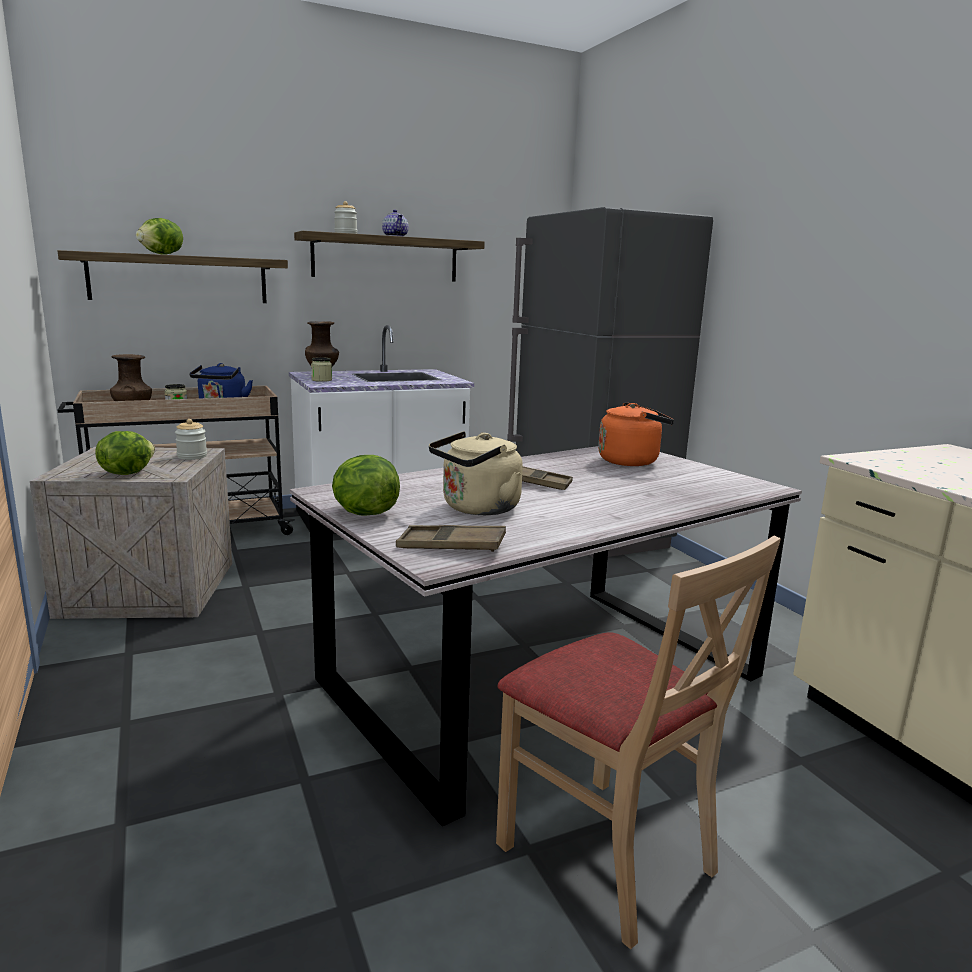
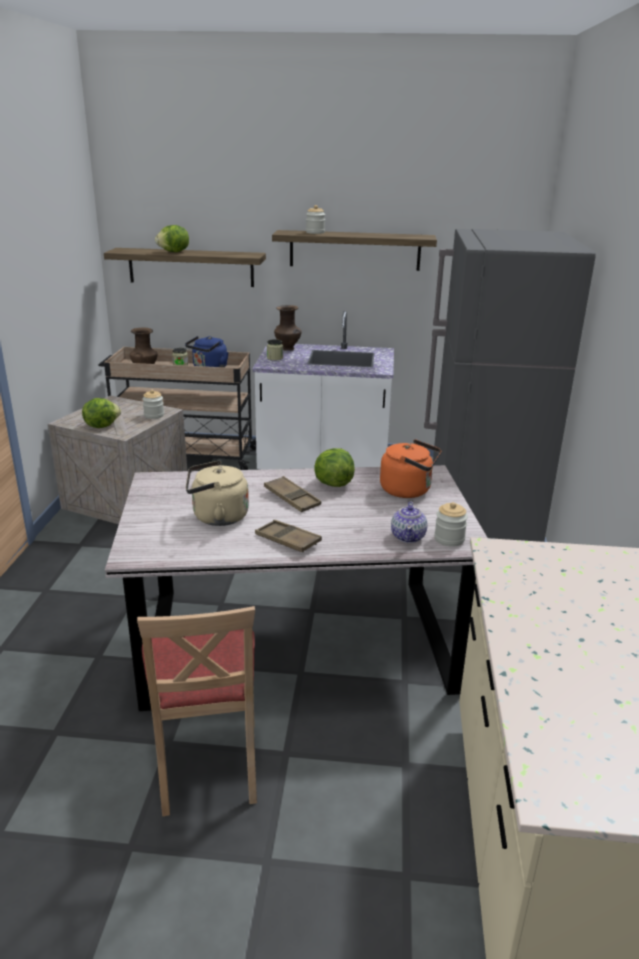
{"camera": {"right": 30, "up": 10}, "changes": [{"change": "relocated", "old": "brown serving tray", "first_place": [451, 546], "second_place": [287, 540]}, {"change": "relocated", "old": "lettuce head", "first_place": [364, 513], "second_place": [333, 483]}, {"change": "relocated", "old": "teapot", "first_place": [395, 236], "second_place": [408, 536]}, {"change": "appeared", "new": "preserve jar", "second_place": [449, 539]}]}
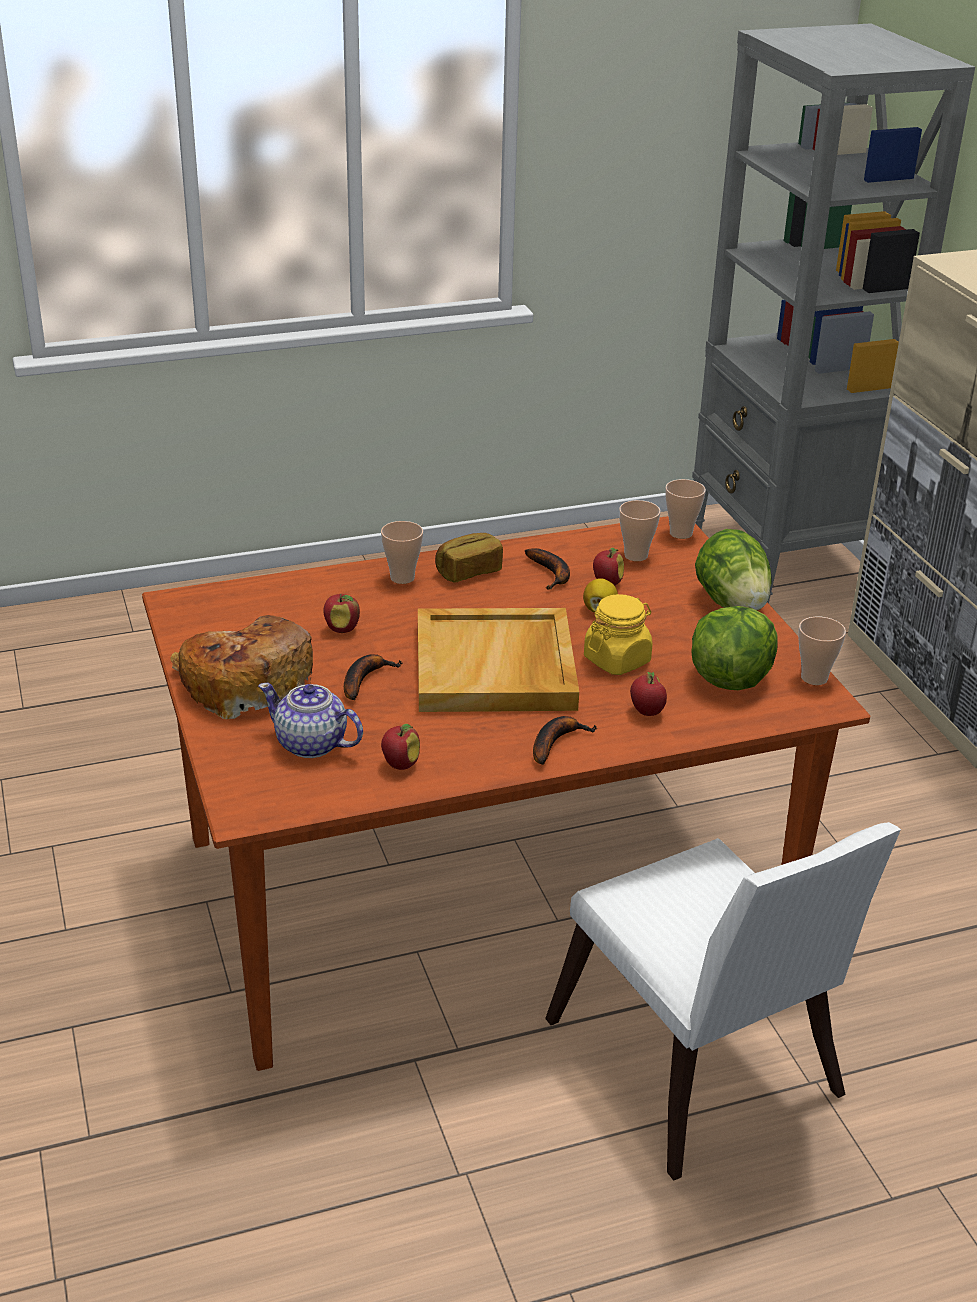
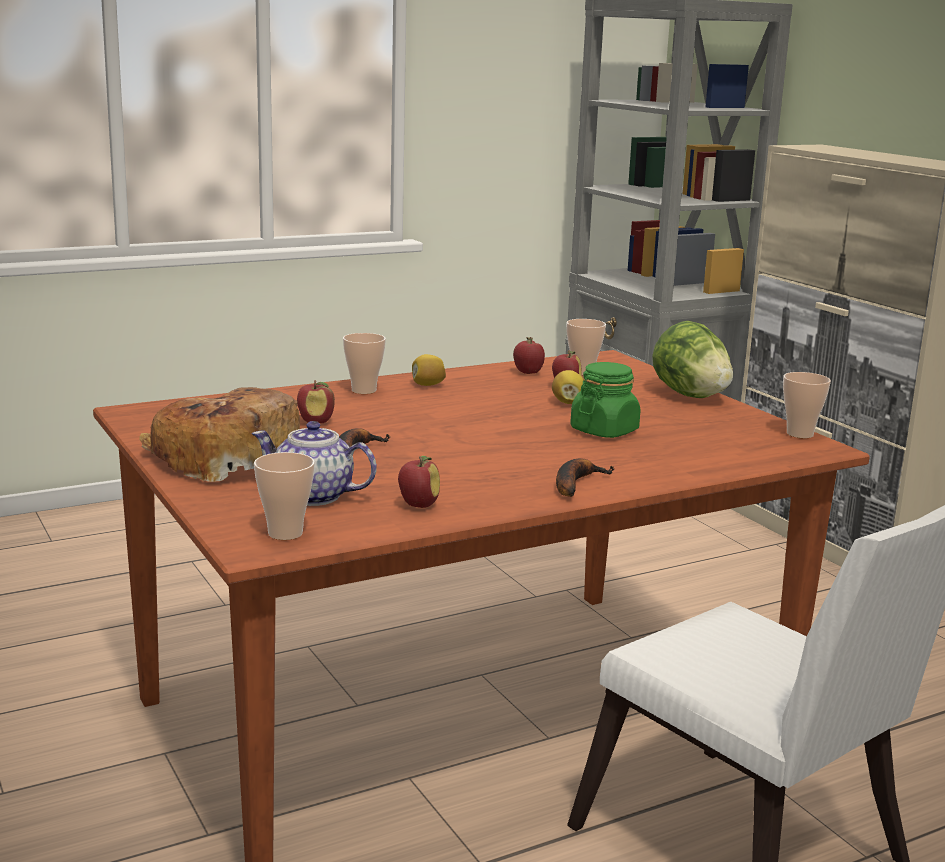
{"camera": {"right": -10, "up": -15}, "changes": [{"change": "relocated", "old": "drinking cup", "first_place": [681, 533], "second_place": [285, 533]}, {"change": "exchanged", "old": "baked bread", "new": "lemon", "first_place": [468, 571], "second_place": [427, 385]}, {"change": "relocated", "old": "apple", "first_place": [646, 712], "second_place": [527, 373]}, {"change": "colour", "old": "yellowish preserve jar", "new": "green preserve jar", "first_place": [617, 660], "second_place": [604, 431]}, {"change": "missing", "old": "beige serving tray", "first_place": [496, 667]}, {"change": "missing", "old": "banana fruit", "first_place": [552, 574]}, {"change": "missing", "old": "lettuce head", "first_place": [730, 678]}]}
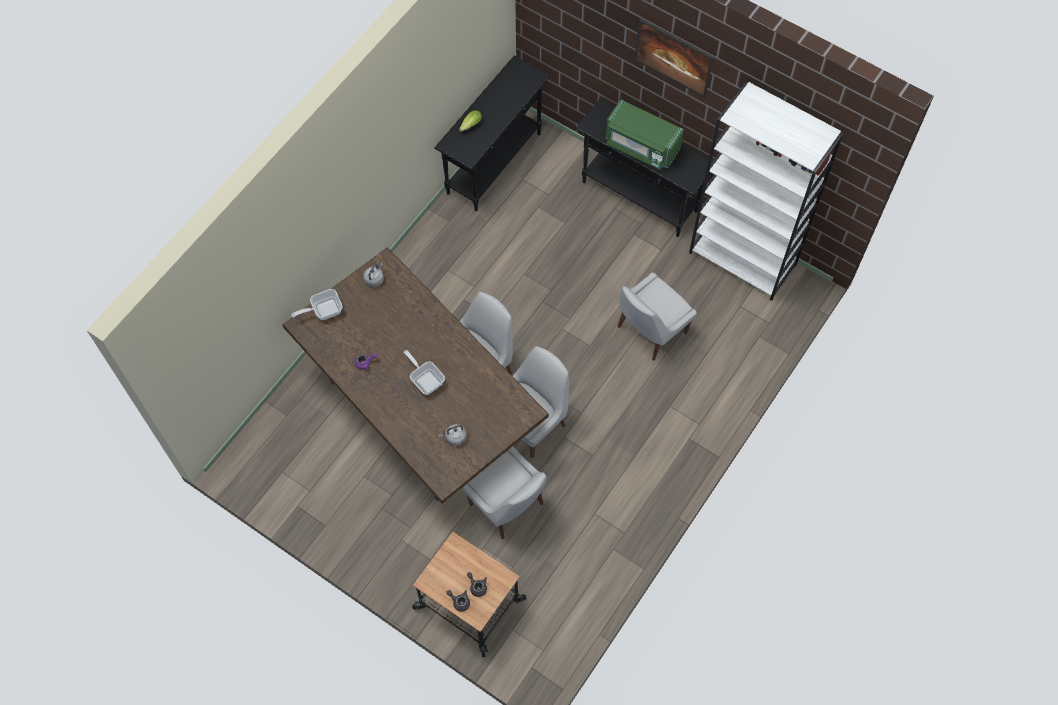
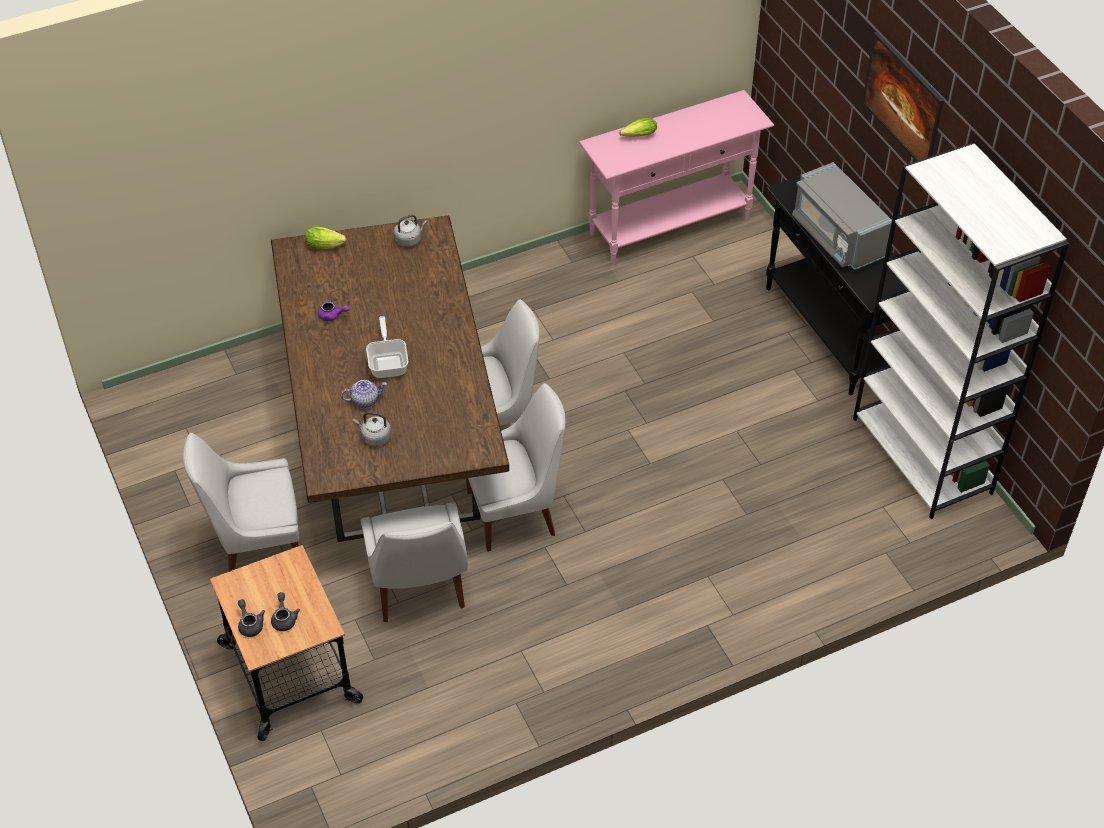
{"camera": {"right": 30, "up": -15}, "changes": [{"change": "relocated", "old": "white-coloured chair", "first_place": [649, 331], "second_place": [256, 545]}, {"change": "exchanged", "old": "skillet", "new": "lettuce head", "first_place": [323, 310], "second_place": [326, 245]}, {"change": "appeared", "new": "teapot", "second_place": [365, 400]}, {"change": "colour", "old": "black narrow table", "new": "pinkish narrow table", "first_place": [494, 163], "second_place": [670, 227]}, {"change": "colour", "old": "green microwave", "new": "gray microwave", "first_place": [641, 146], "second_place": [837, 236]}]}
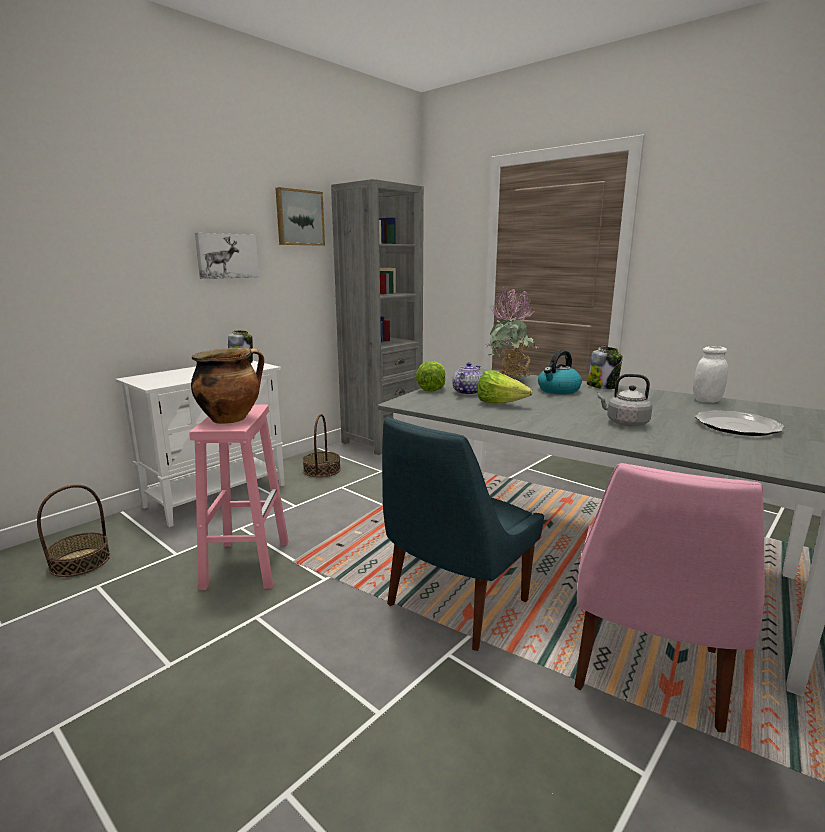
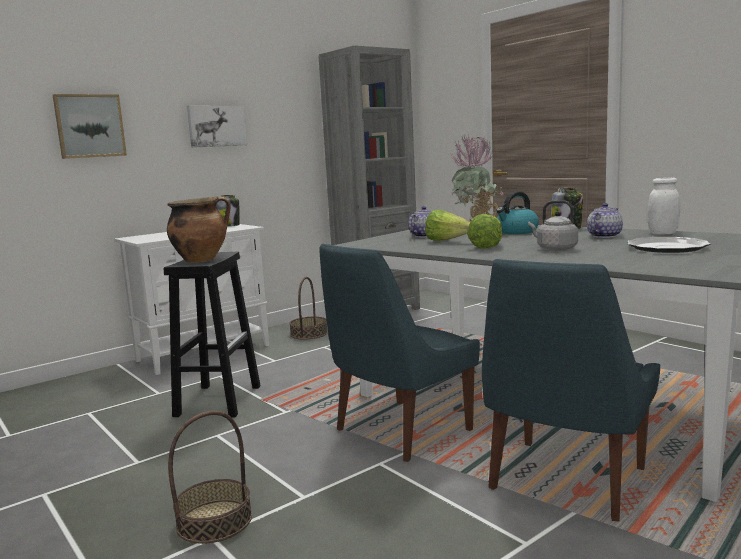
{"camera": {"right": 10, "up": -5}, "changes": [{"change": "relocated", "old": "wall art", "first_place": [299, 218], "second_place": [89, 126]}, {"change": "colour", "old": "pinkish sitting stool", "new": "black sitting stool", "first_place": [247, 563], "second_place": [219, 400]}, {"change": "relocated", "old": "basket", "first_place": [80, 562], "second_place": [214, 521]}, {"change": "relocated", "old": "lettuce head", "first_place": [432, 388], "second_place": [487, 246]}, {"change": "colour", "old": "pinkish chair", "new": "blue-coloured chair", "first_place": [646, 673], "second_place": [565, 481]}, {"change": "appeared", "new": "teapot", "second_place": [603, 236]}]}
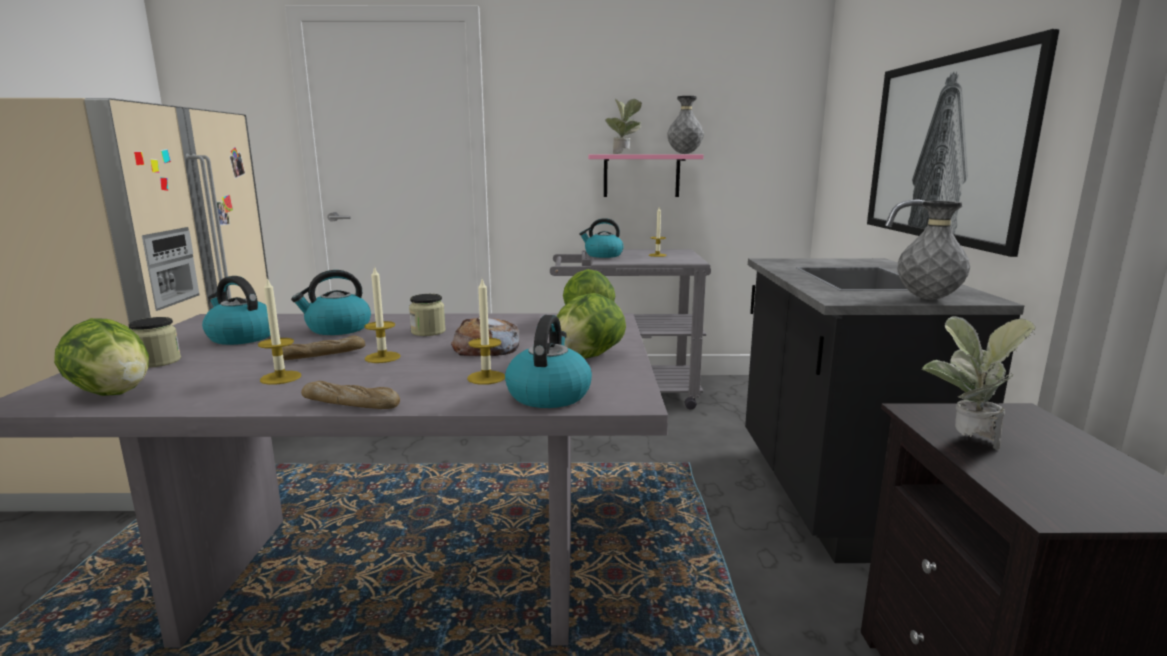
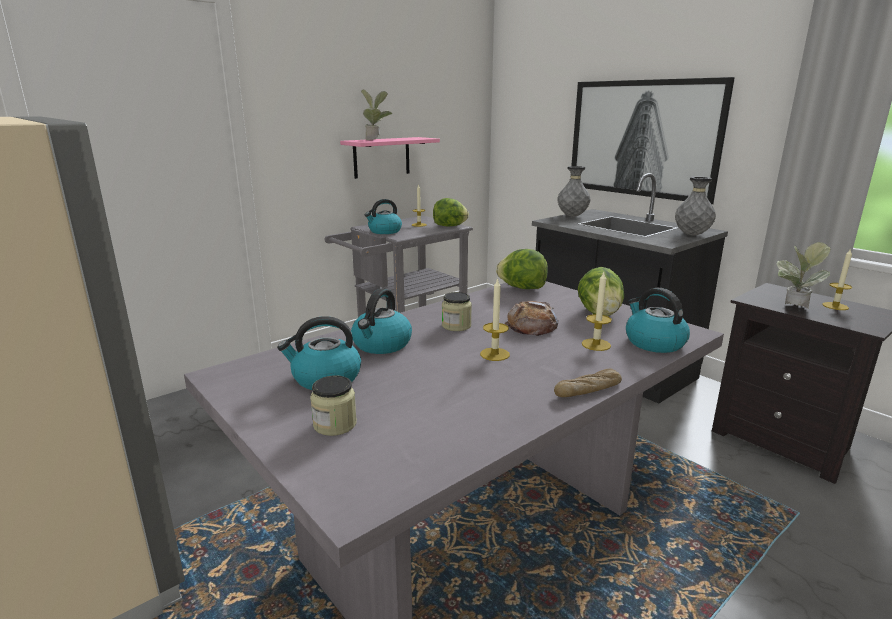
{"camera": {"right": -40, "up": 5}, "changes": [{"change": "relocated", "old": "lettuce head", "first_place": [113, 392], "second_place": [450, 226]}, {"change": "relocated", "old": "gray vase", "first_place": [684, 154], "second_place": [572, 216]}, {"change": "relocated", "old": "wax light", "first_place": [280, 377], "second_place": [835, 306]}, {"change": "missing", "old": "baked bread", "first_place": [322, 356]}]}
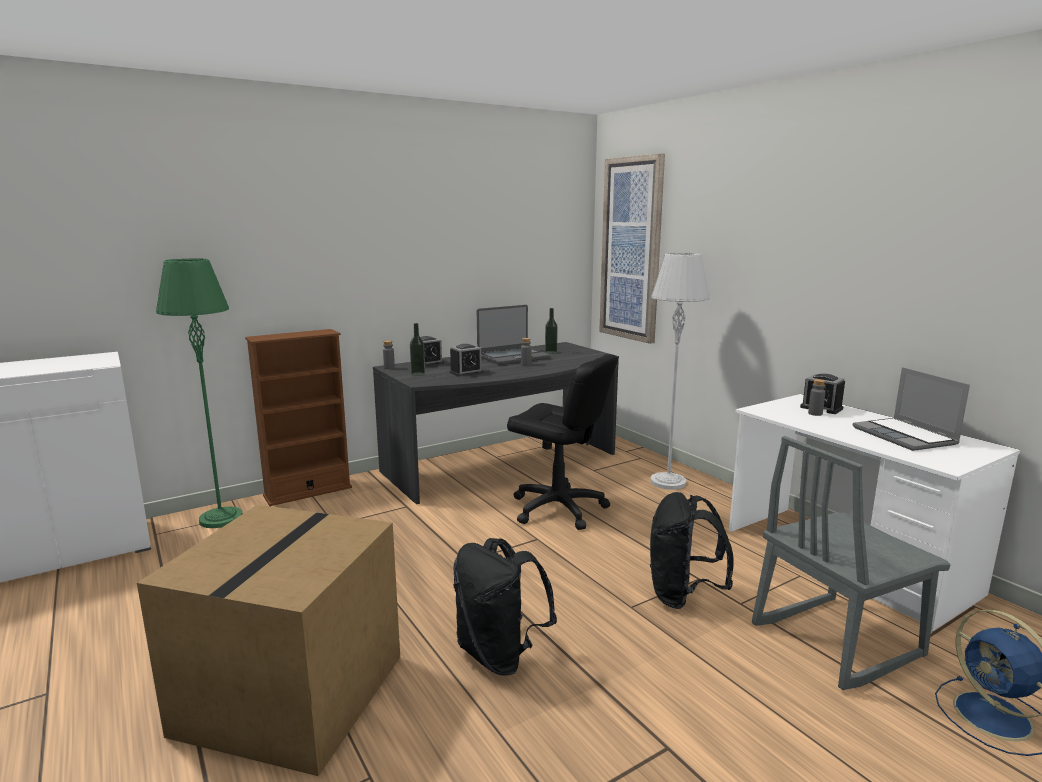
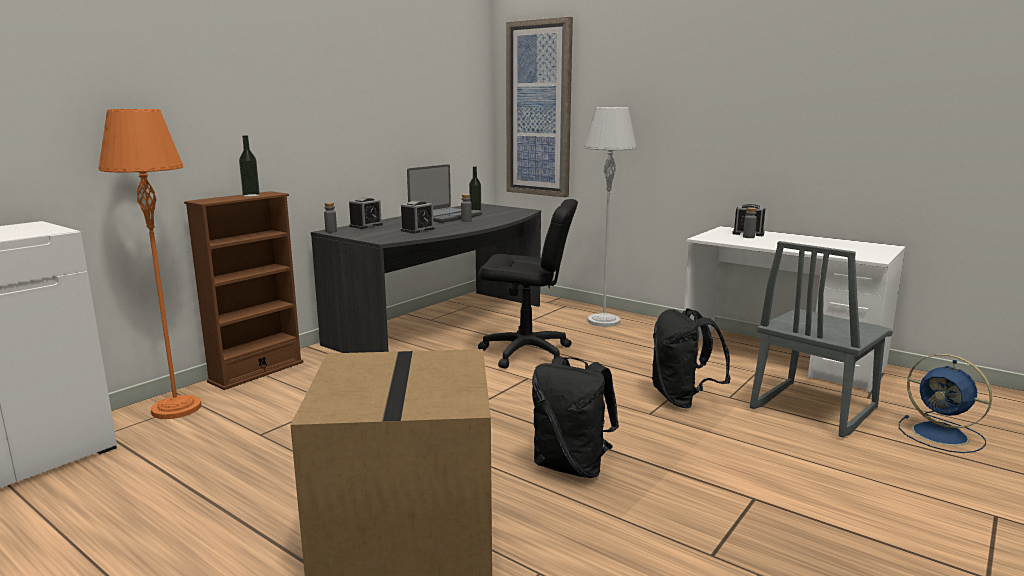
{"camera": {"right": -20, "up": 0}, "changes": [{"change": "colour", "old": "green standard lamp", "new": "orangey standard lamp", "first_place": [221, 518], "second_place": [176, 408]}, {"change": "relocated", "old": "beverage bottle", "first_place": [418, 374], "second_place": [251, 195]}, {"change": "missing", "old": "portable computer", "first_place": [905, 436]}]}
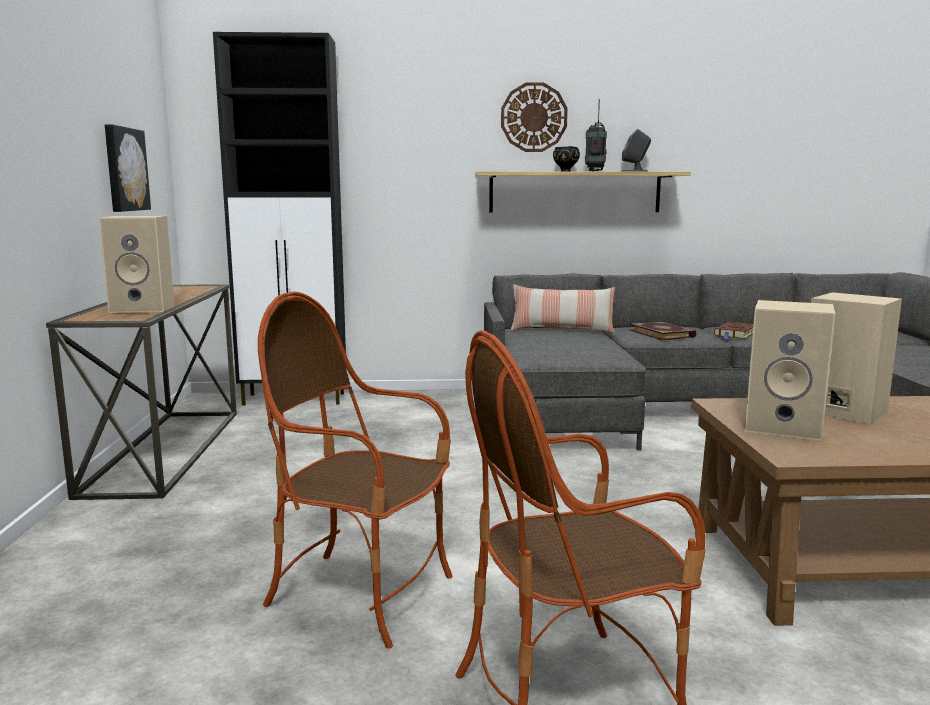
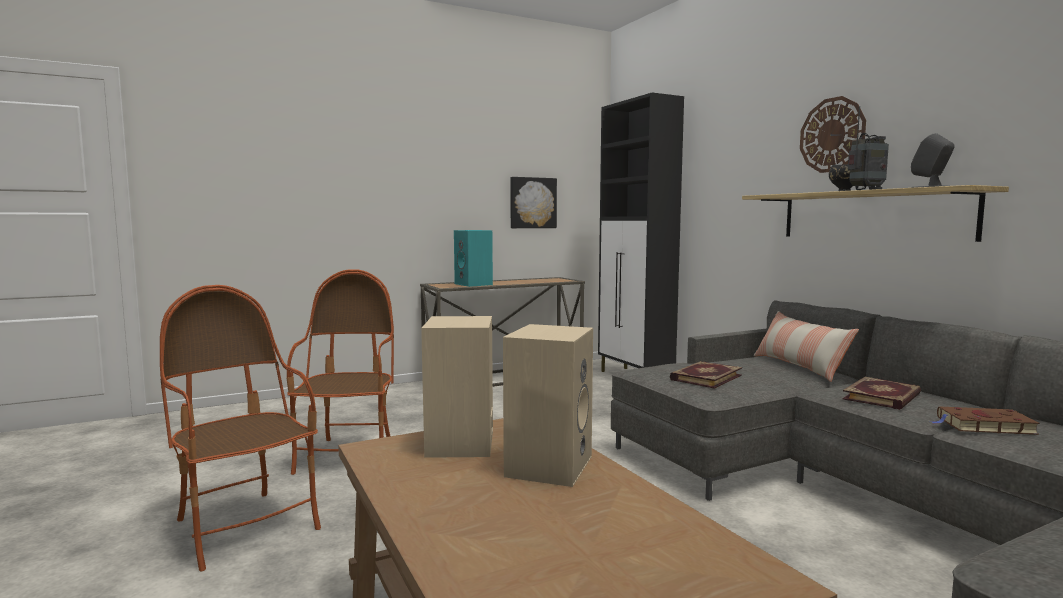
{"camera": {"right": 65, "up": -5}, "changes": [{"change": "colour", "old": "beige audio speaker", "new": "turquoise-coloured audio speaker", "first_place": [144, 308], "second_place": [474, 284]}, {"change": "appeared", "new": "book", "second_place": [705, 377]}]}
